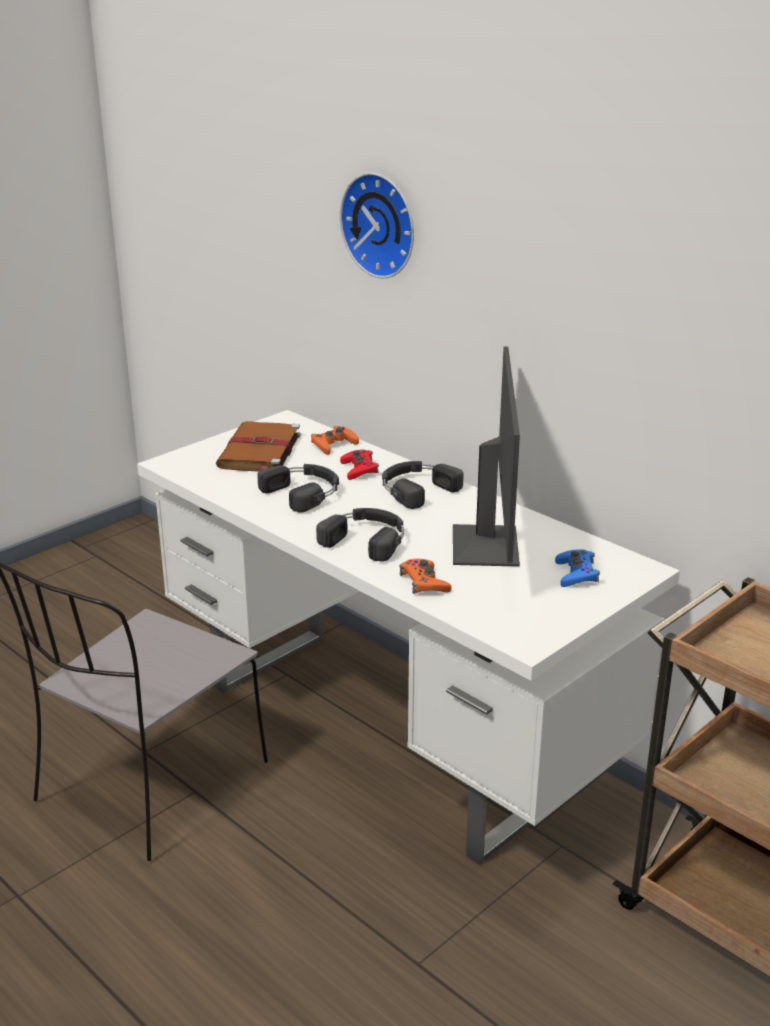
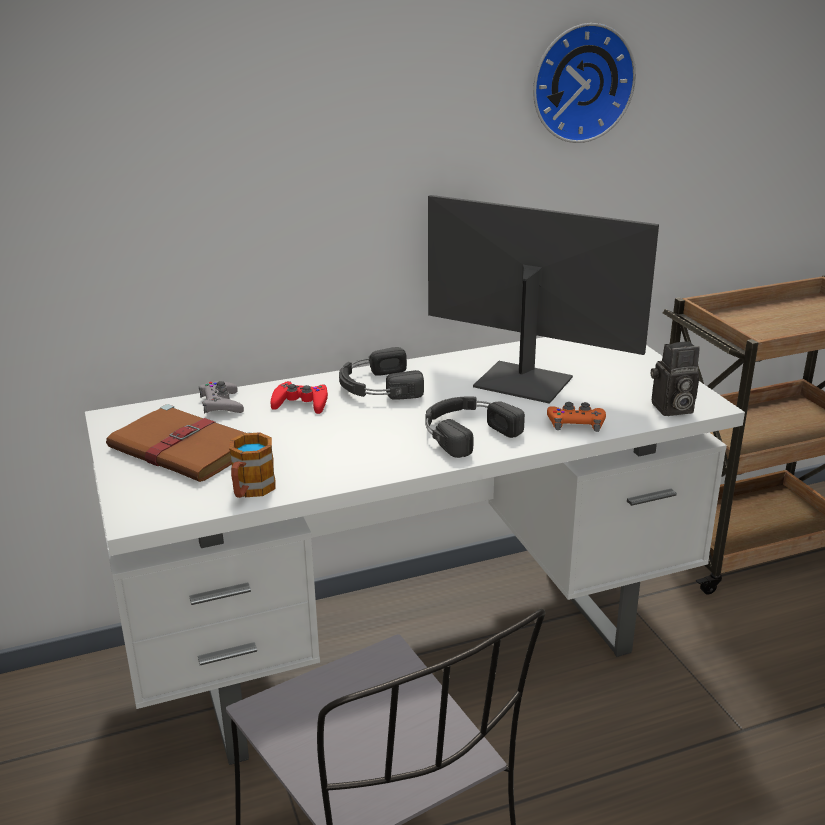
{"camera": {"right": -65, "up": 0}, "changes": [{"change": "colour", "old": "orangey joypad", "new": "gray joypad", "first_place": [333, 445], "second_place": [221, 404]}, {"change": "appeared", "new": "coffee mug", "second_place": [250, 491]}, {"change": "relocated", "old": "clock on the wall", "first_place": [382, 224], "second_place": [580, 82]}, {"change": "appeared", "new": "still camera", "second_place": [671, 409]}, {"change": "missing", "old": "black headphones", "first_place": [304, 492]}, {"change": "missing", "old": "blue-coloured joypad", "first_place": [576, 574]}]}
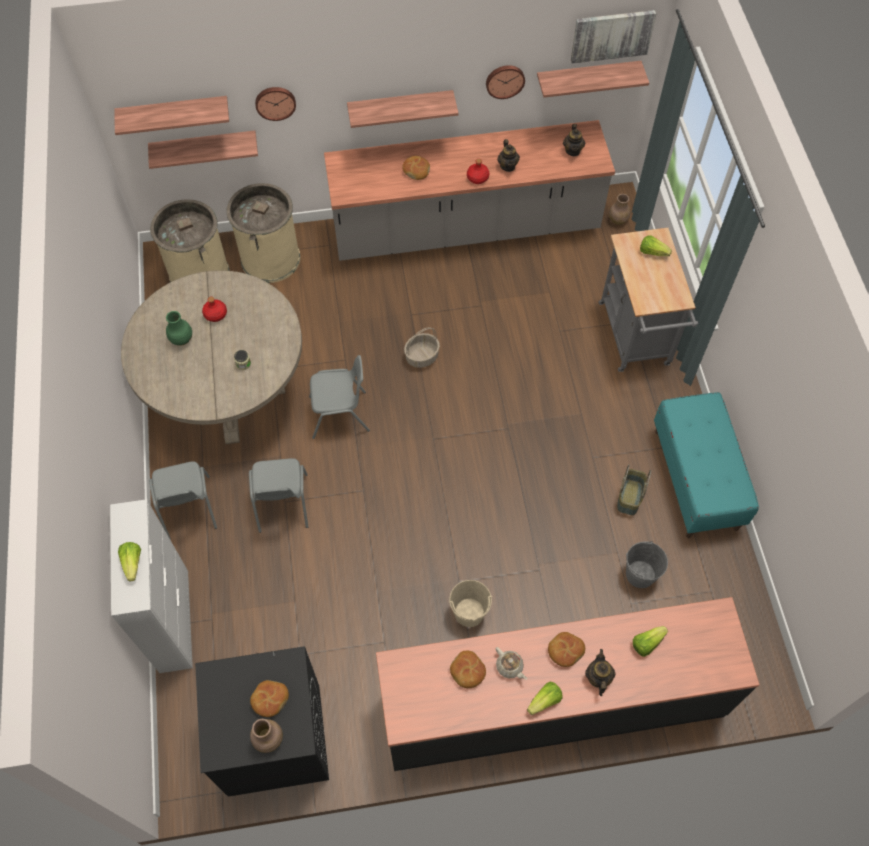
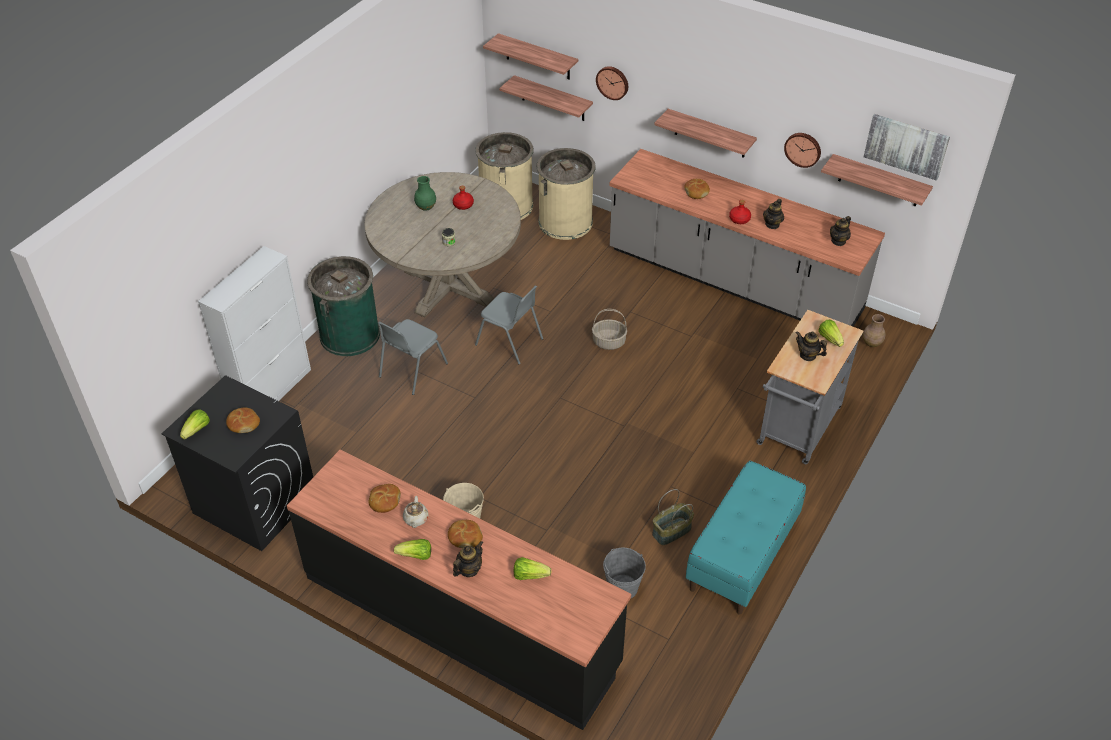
{"camera": {"right": 40, "up": -15}, "changes": [{"change": "relocated", "old": "lettuce head", "first_place": [132, 563], "second_place": [197, 430]}, {"change": "exchanged", "old": "gray chair", "new": "green waste bin", "first_place": [188, 509], "second_place": [349, 335]}, {"change": "appeared", "new": "teapot", "second_place": [808, 355]}, {"change": "missing", "old": "brown vase", "first_place": [268, 739]}]}
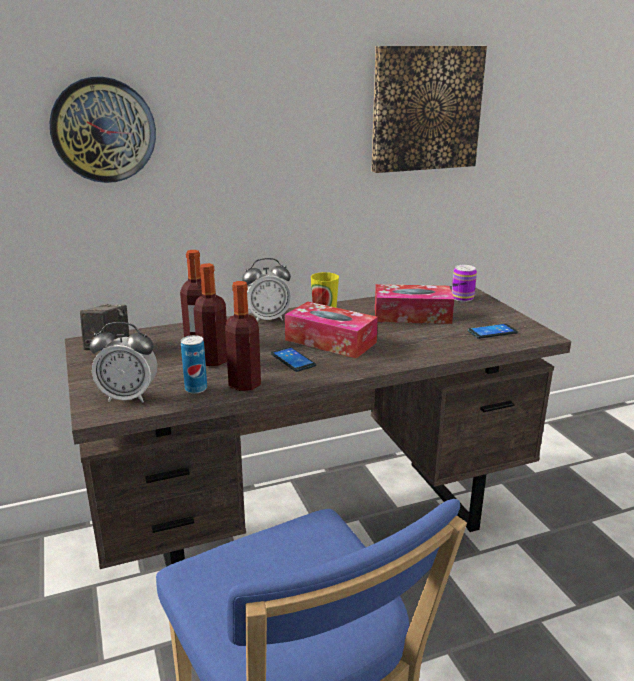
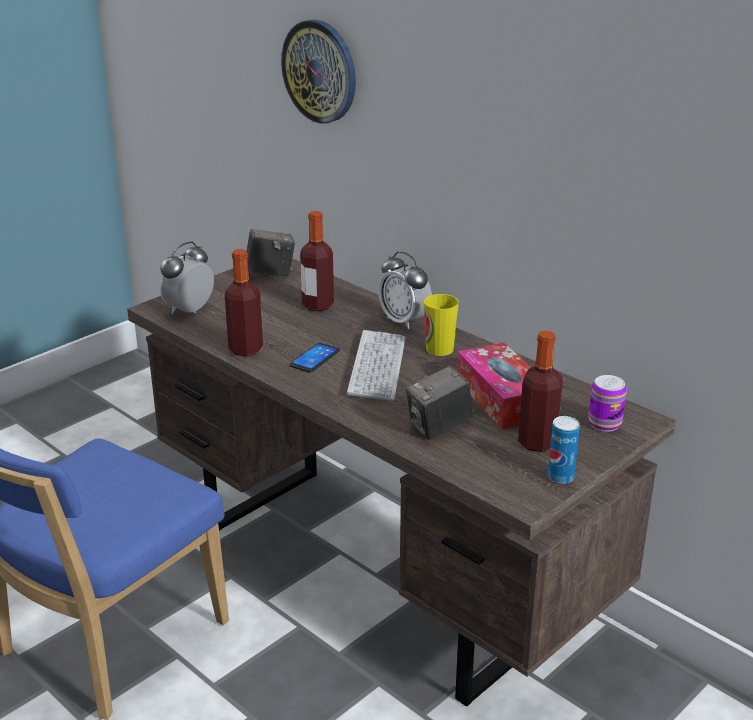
{"camera": {"right": 65, "up": 5}, "changes": [{"change": "spun", "old": "bedside clock", "first_place": [129, 397], "second_place": [189, 310], "degrees": 60}, {"change": "exchanged", "old": "box of tissues", "new": "keyboard", "first_place": [330, 341], "second_place": [377, 367]}, {"change": "appeared", "new": "still camera", "second_place": [439, 428]}, {"change": "relocated", "old": "beverage bottle", "first_place": [213, 360], "second_place": [537, 443]}, {"change": "relocated", "old": "metal can", "first_place": [196, 389], "second_place": [560, 477]}, {"change": "missing", "old": "wall art", "first_place": [425, 109]}, {"change": "missing", "old": "handset", "first_place": [492, 332]}]}
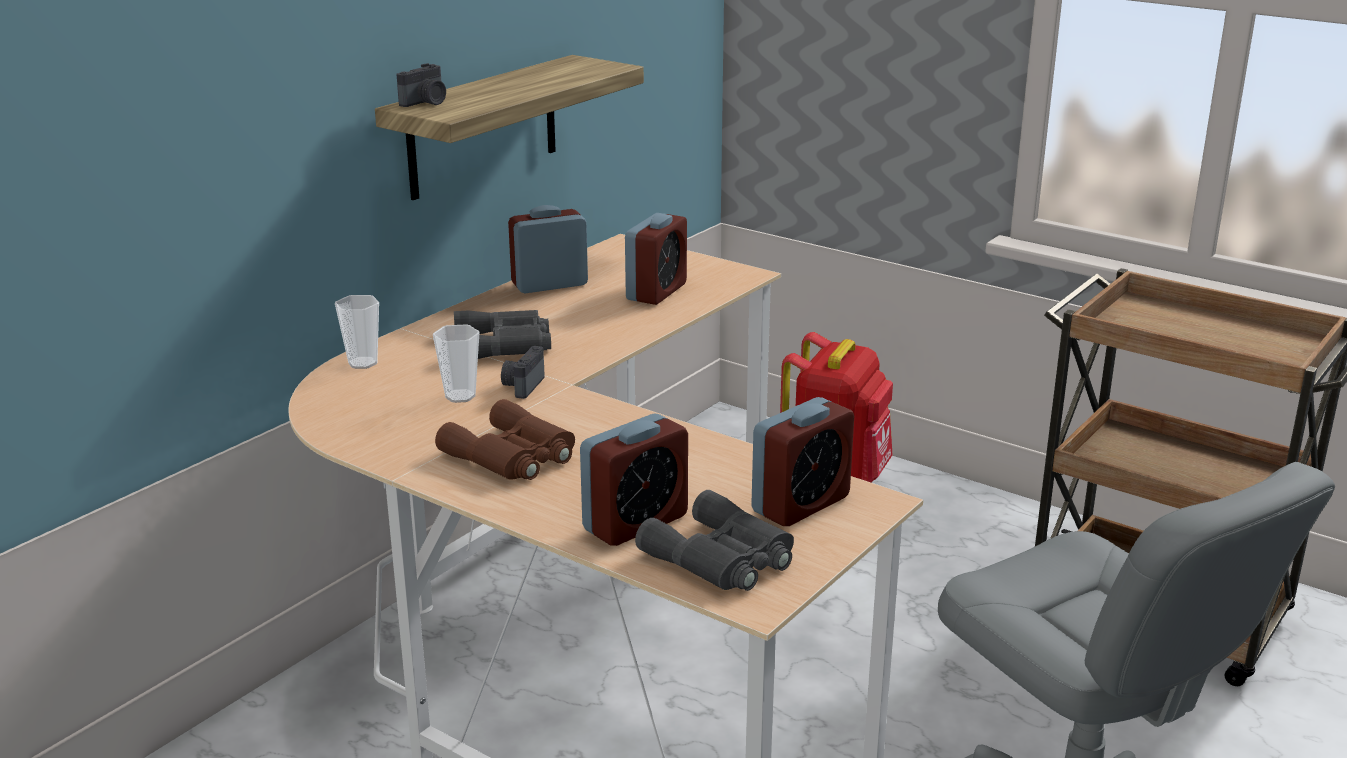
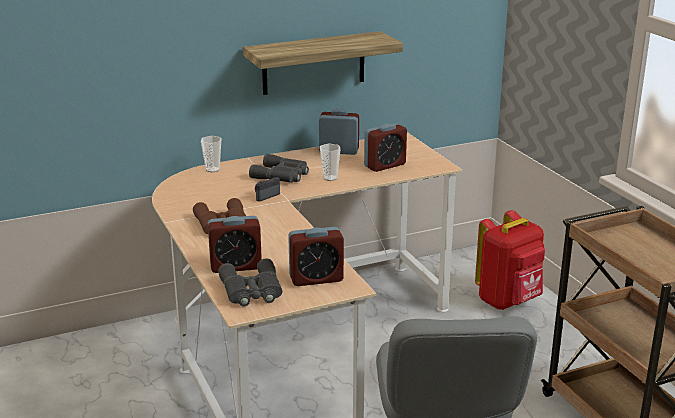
{"camera": {"right": 30, "up": 0}, "changes": [{"change": "relocated", "old": "drinking cup", "first_place": [460, 396], "second_place": [330, 178]}, {"change": "missing", "old": "still camera", "first_place": [426, 102]}]}
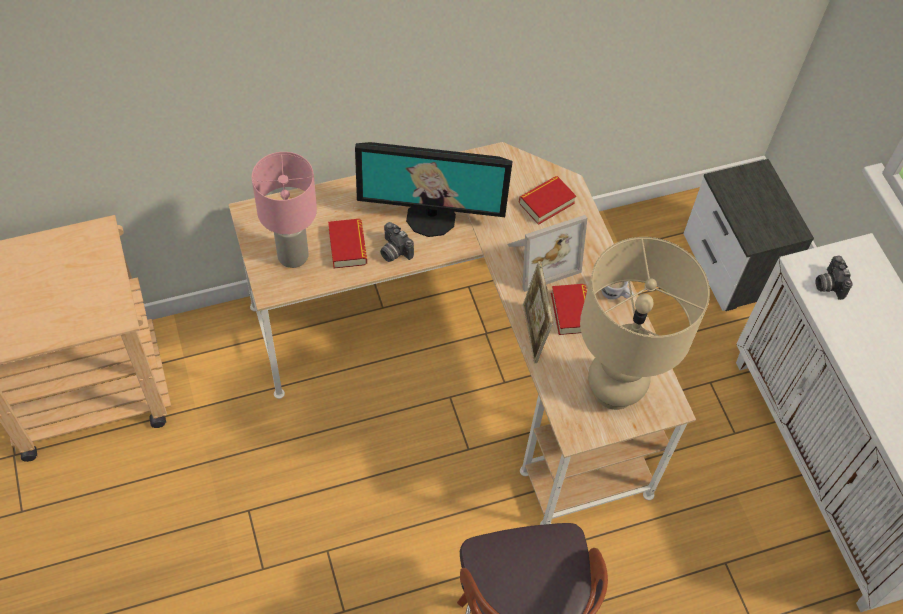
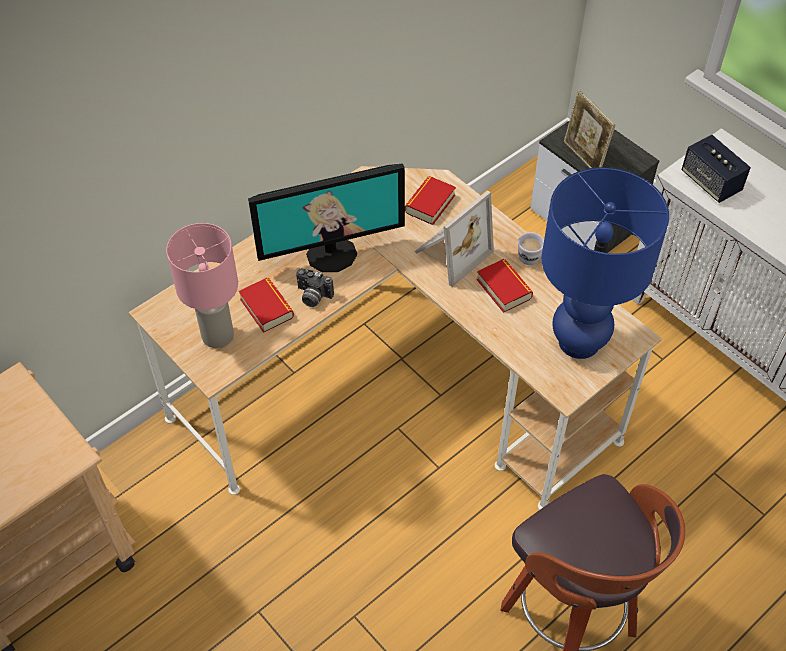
{"camera": {"right": -20, "up": -5}, "changes": [{"change": "colour", "old": "beige lamp for a table", "new": "blue-coloured lamp for a table", "first_place": [615, 391], "second_place": [580, 342]}, {"change": "relocated", "old": "picture frame", "first_place": [533, 334], "second_place": [583, 158]}, {"change": "exchanged", "old": "still camera", "new": "audio speaker", "first_place": [828, 284], "second_place": [710, 182]}]}
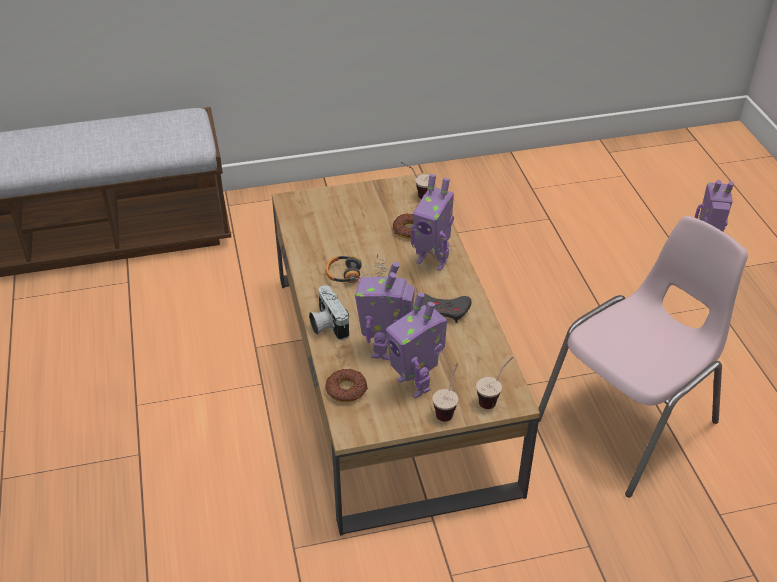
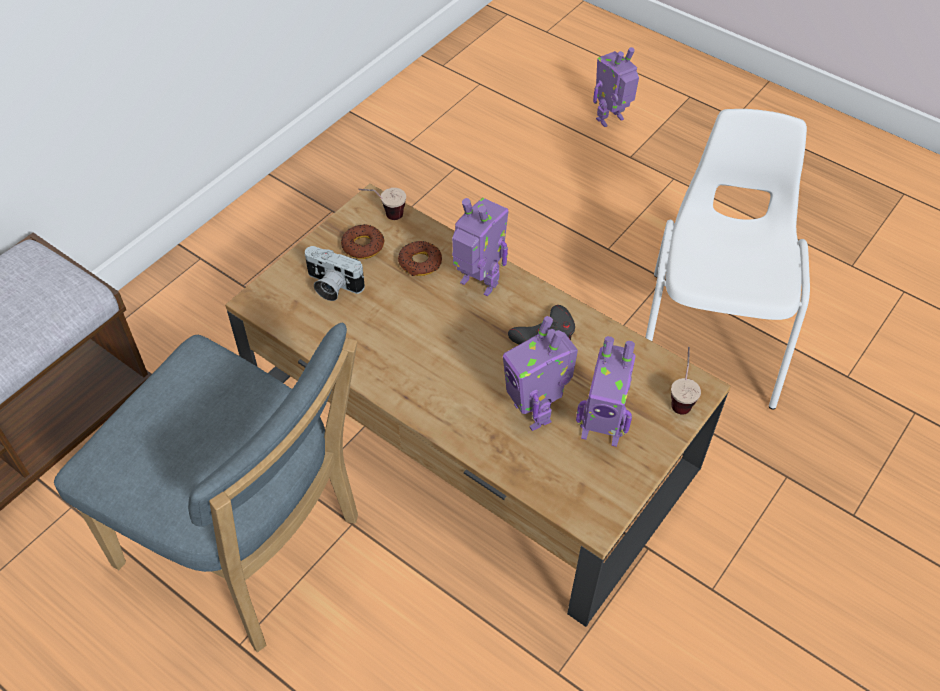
{"camera": {"right": -40, "up": 10}, "changes": [{"change": "appeared", "new": "blue-coloured chair", "second_place": [248, 547]}, {"change": "relocated", "old": "still camera", "first_place": [327, 324], "second_place": [331, 286]}, {"change": "relocated", "old": "doughnut", "first_place": [346, 389], "second_place": [363, 245]}, {"change": "spun", "old": "toy robot", "first_place": [432, 260], "second_place": [478, 284], "degrees": -135}, {"change": "colour", "old": "pinkish chair", "new": "white-coloured chair", "first_place": [630, 421], "second_place": [710, 335]}, {"change": "missing", "old": "headphones", "first_place": [357, 276]}, {"change": "missing", "old": "drinking cup", "first_place": [447, 408]}]}
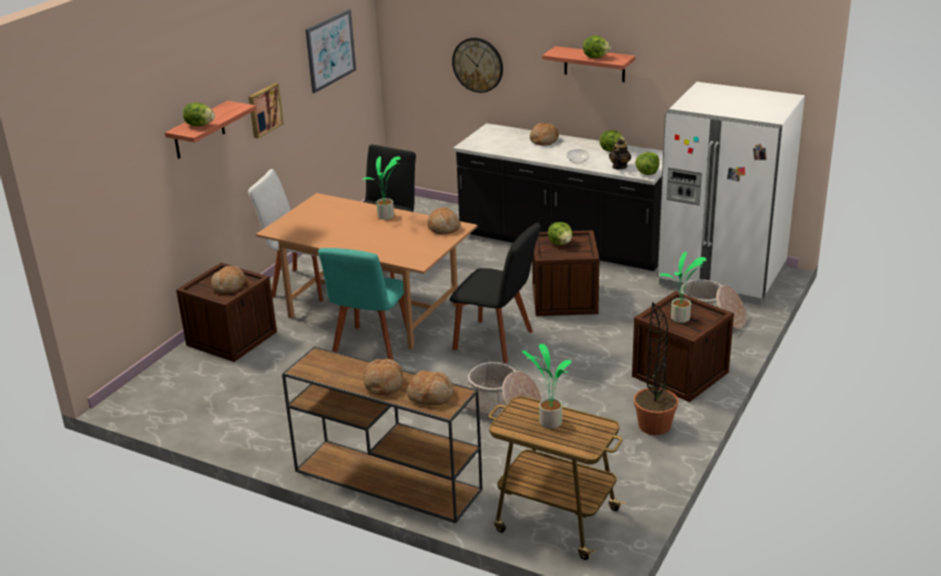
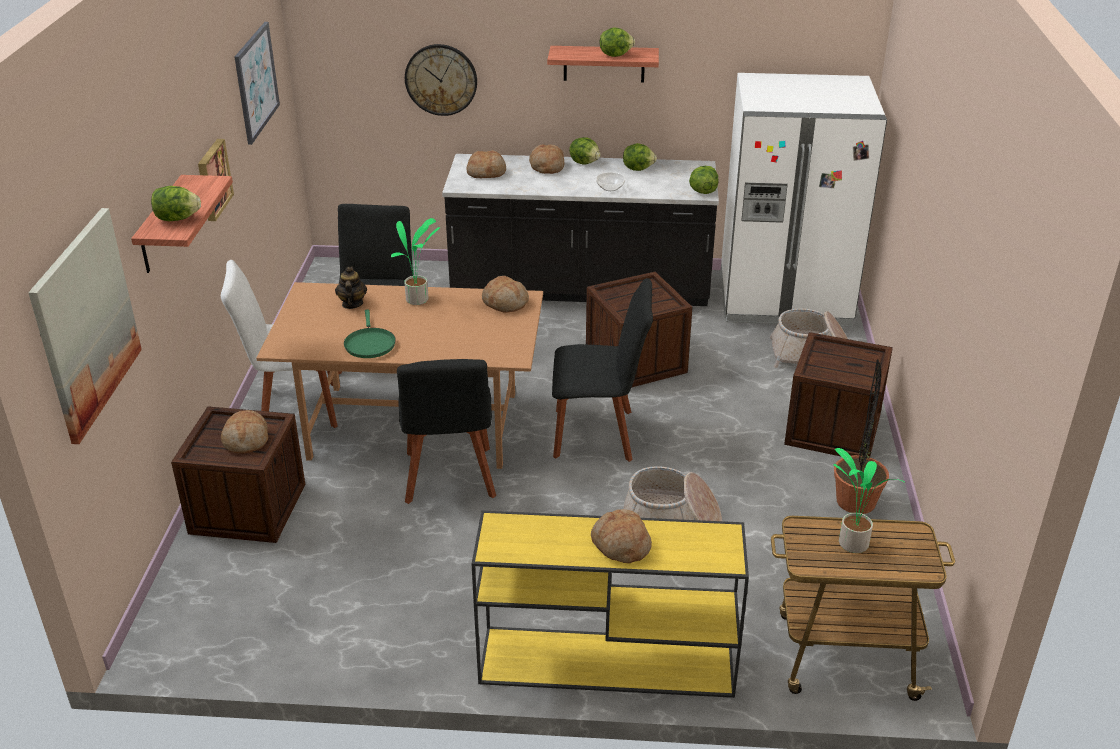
{"camera": {"right": -25, "up": 5}, "changes": [{"change": "appeared", "new": "wall art", "second_place": [85, 323]}, {"change": "relocated", "old": "teapot", "first_place": [619, 167], "second_place": [352, 304]}, {"change": "appeared", "new": "green skillet", "second_place": [369, 344]}, {"change": "colour", "old": "turquoise-coloured chair", "new": "black chair", "first_place": [371, 348], "second_place": [449, 479]}, {"change": "relocated", "old": "baked bread", "first_place": [431, 395], "second_place": [486, 172]}, {"change": "colour", "old": "brown narrow table", "new": "yellowish narrow table", "first_place": [385, 480], "second_place": [604, 662]}, {"change": "relocated", "old": "lettuce head", "first_place": [560, 243], "second_place": [585, 162]}, {"change": "missing", "old": "houseplant", "first_place": [681, 319]}]}
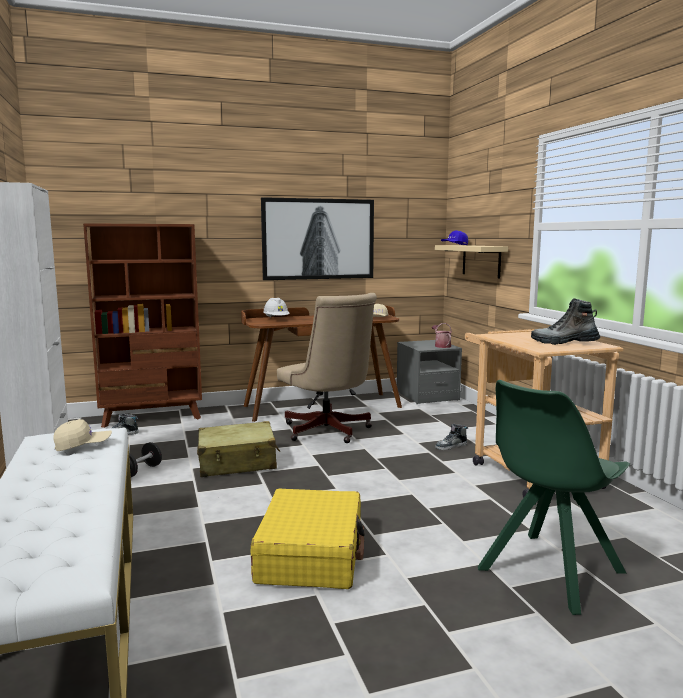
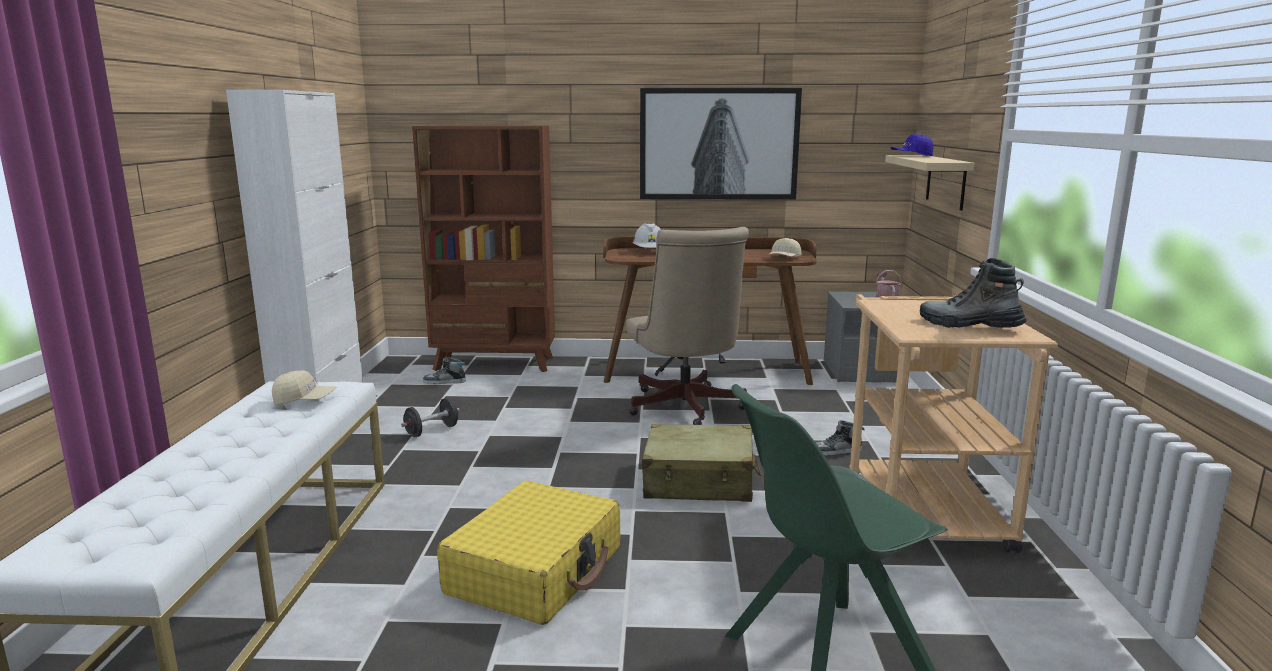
{"camera": {"right": 20, "up": 5}, "changes": [{"change": "relocated", "old": "beige travel case", "first_place": [237, 462], "second_place": [699, 481]}]}
